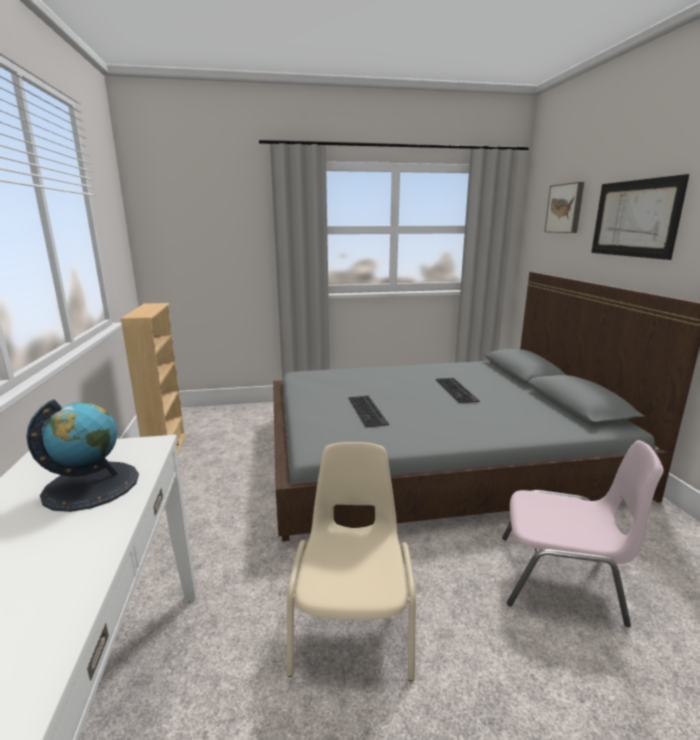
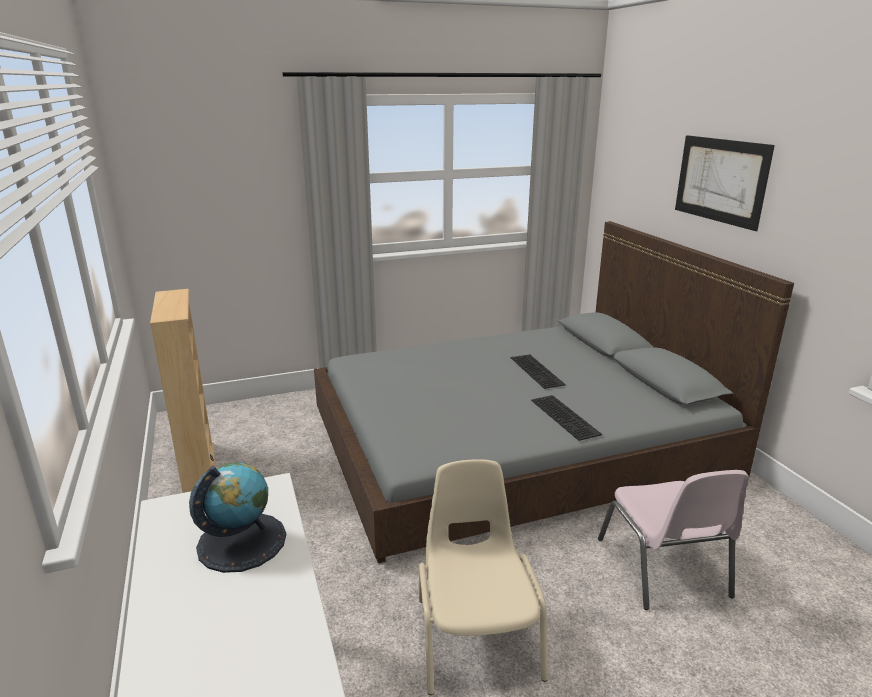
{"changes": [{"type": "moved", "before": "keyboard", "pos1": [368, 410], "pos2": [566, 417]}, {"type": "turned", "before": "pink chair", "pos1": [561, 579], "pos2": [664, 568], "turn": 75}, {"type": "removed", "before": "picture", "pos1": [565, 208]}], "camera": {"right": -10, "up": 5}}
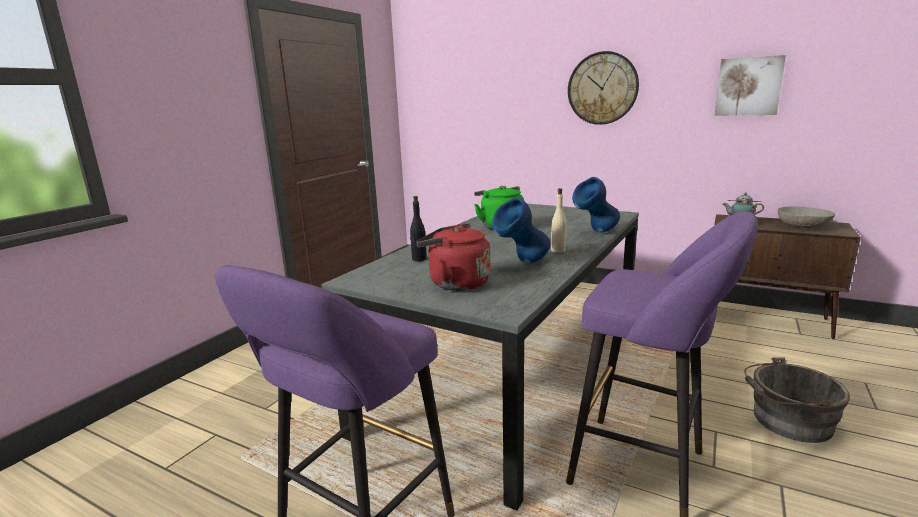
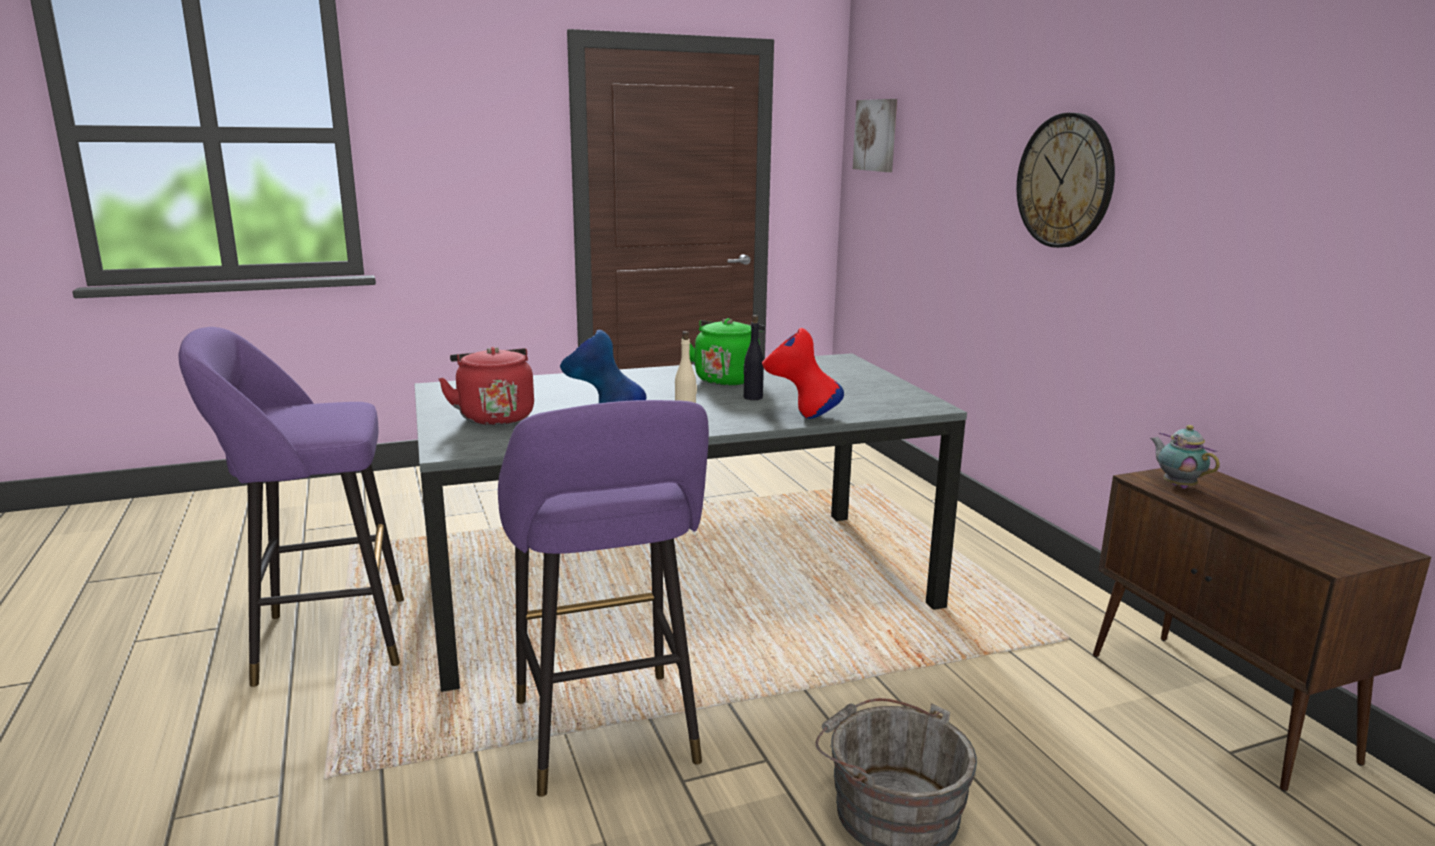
{"changes": [{"type": "moved", "before": "black bottle", "pos1": [419, 259], "pos2": [752, 397]}, {"type": "recoloured", "before": "blue vase", "after": "red vase", "pos1": [594, 232], "pos2": [800, 416]}, {"type": "moved", "before": "picture", "pos1": [748, 86], "pos2": [876, 135]}, {"type": "removed", "before": "grey bowl", "pos1": [803, 226]}], "camera": {"right": 40, "up": 0}}
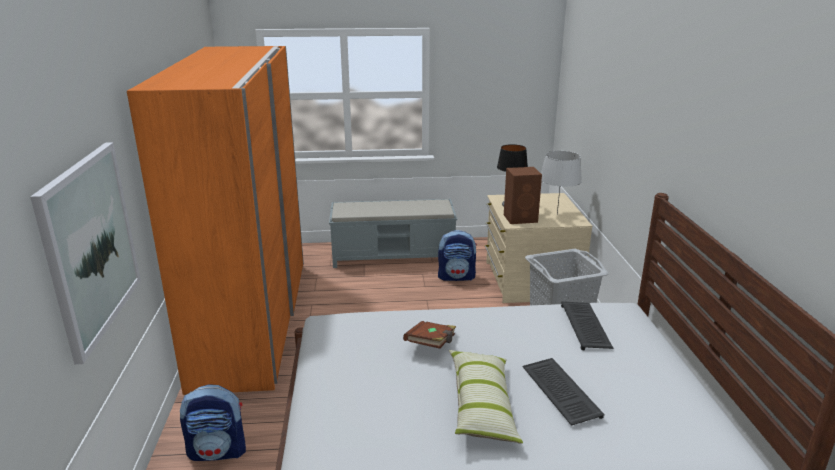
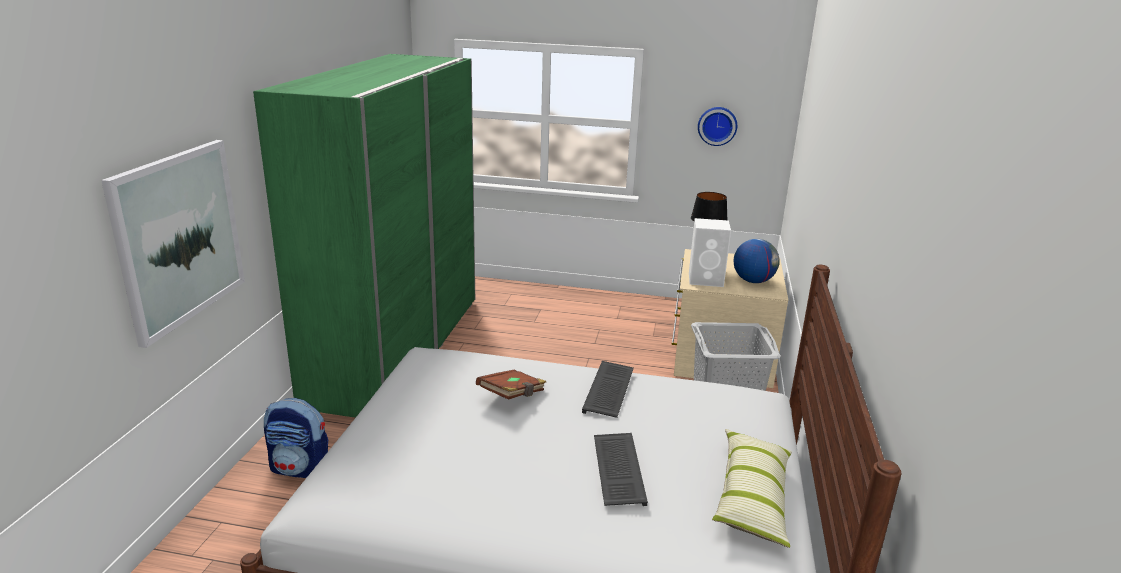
{"changes": [{"type": "recoloured", "before": "orange wardrobe", "after": "green wardrobe", "pos1": [252, 320], "pos2": [396, 348]}, {"type": "removed", "before": "grey bench", "pos1": [394, 256]}, {"type": "removed", "before": "backpack", "pos1": [456, 277]}, {"type": "moved", "before": "pillow", "pos1": [482, 405], "pos2": [752, 497]}, {"type": "recoloured", "before": "brown speaker", "after": "white speaker", "pos1": [521, 218], "pos2": [706, 280]}, {"type": "replaced", "before": "grey table lamp", "after": "globe", "pos1": [556, 214], "pos2": [753, 281]}, {"type": "moved", "before": "keyboard", "pos1": [586, 327], "pos2": [609, 391]}, {"type": "added", "after": "wall clock", "pos2": [717, 125]}], "camera": {"right": 15, "up": 0}}
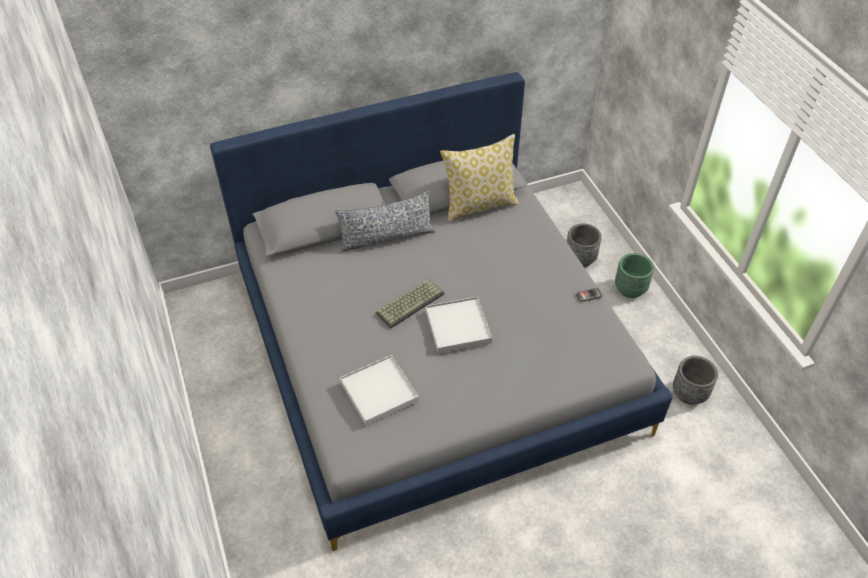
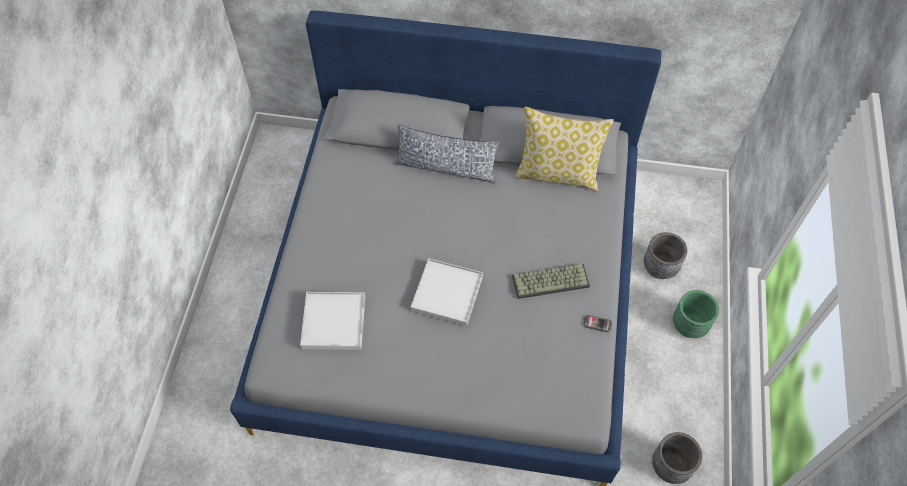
{"changes": [{"type": "moved", "before": "keyboard", "pos1": [410, 302], "pos2": [551, 280]}], "camera": {"right": 30, "up": 10}}
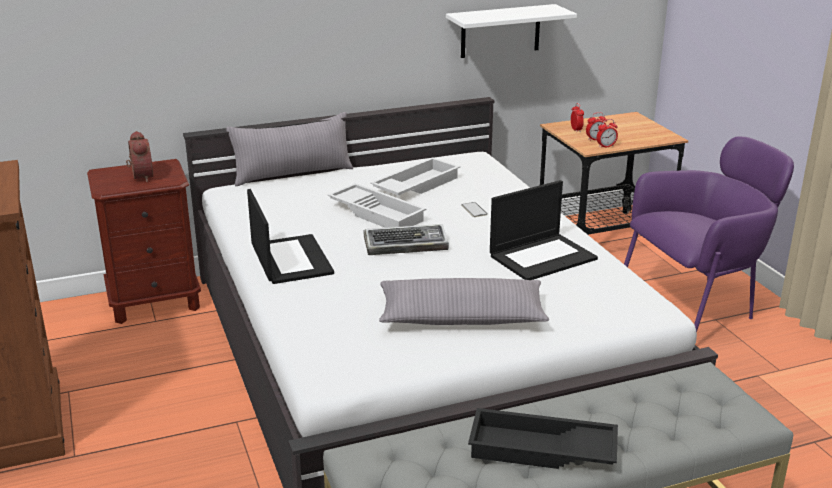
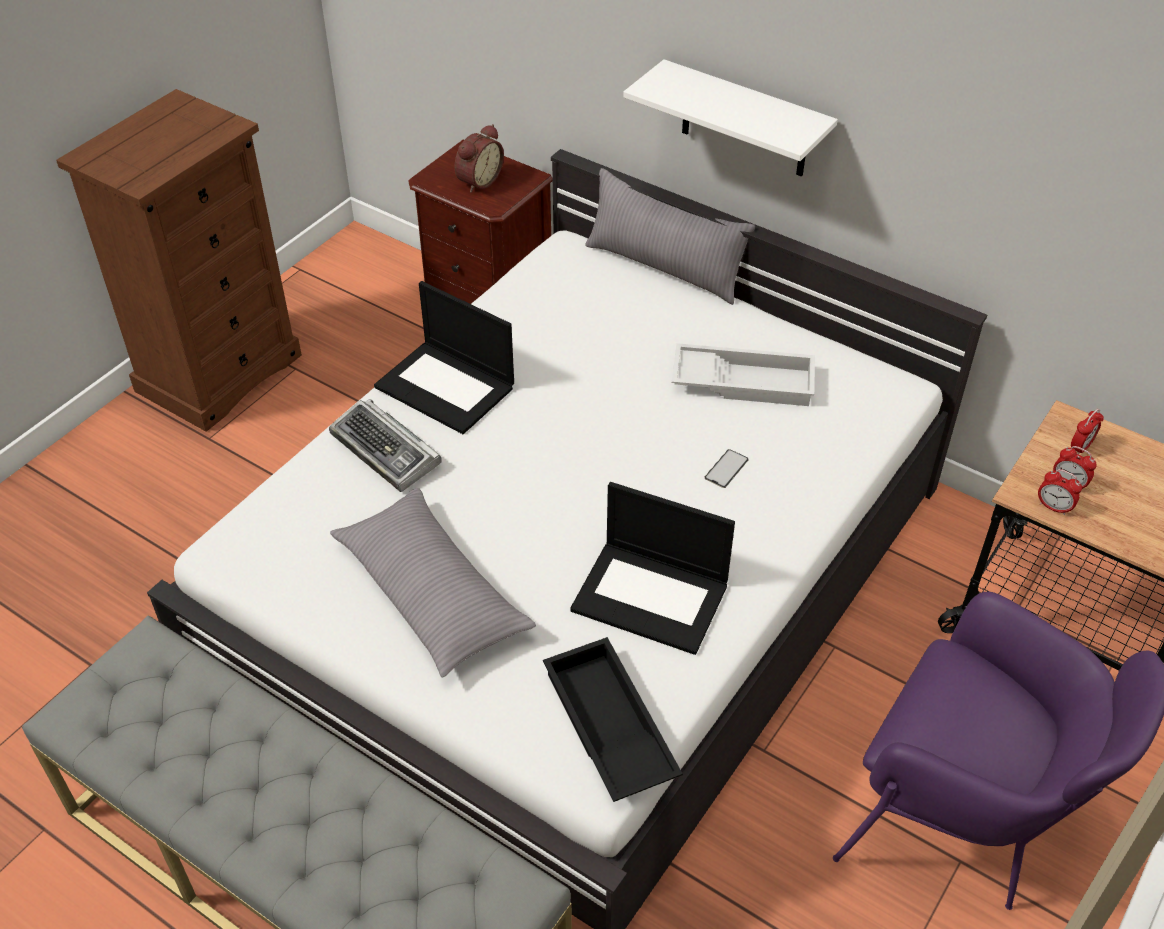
{"changes": [{"type": "turned", "before": "laptop", "pos1": [290, 259], "pos2": [447, 387], "turn": 90}, {"type": "removed", "before": "white tray", "pos1": [378, 213]}, {"type": "moved", "before": "keyboard", "pos1": [406, 245], "pos2": [387, 451]}, {"type": "moved", "before": "white shelf", "pos1": [500, 31], "pos2": [745, 121]}, {"type": "moved", "before": "black tray", "pos1": [541, 451], "pos2": [606, 727]}], "camera": {"right": 55, "up": 20}}
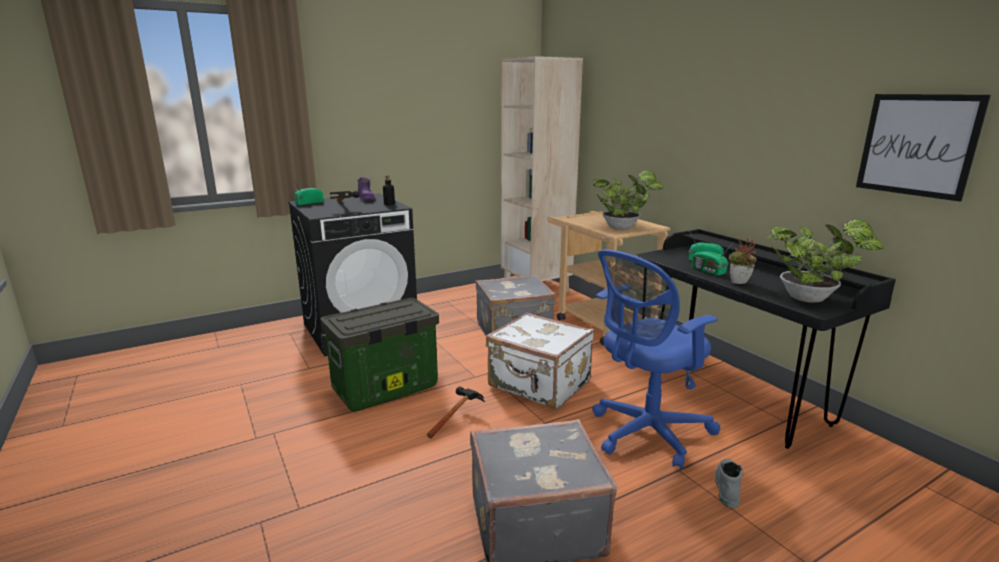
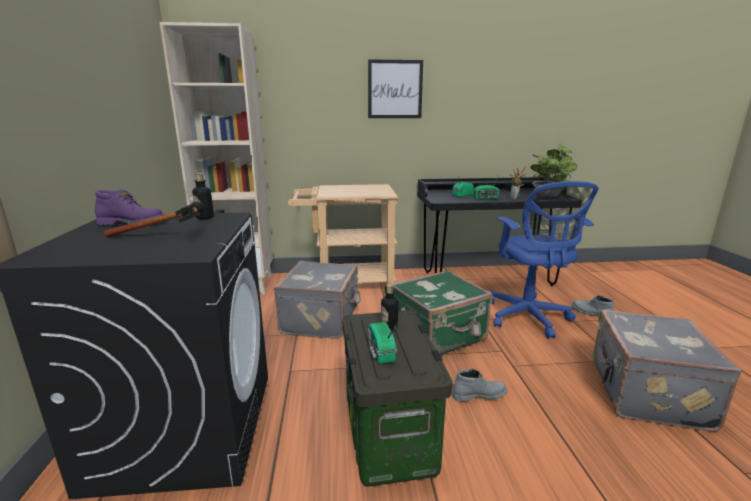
{"changes": [{"type": "moved", "before": "radio", "pos1": [308, 203], "pos2": [380, 352]}, {"type": "replaced", "before": "hammer", "after": "grey boot", "pos1": [457, 418], "pos2": [479, 395]}, {"type": "recoloured", "before": "white suitcase", "after": "green suitcase", "pos1": [539, 385], "pos2": [438, 336]}, {"type": "removed", "before": "potted plant", "pos1": [623, 228]}, {"type": "moved", "before": "picture", "pos1": [917, 145], "pos2": [395, 89]}, {"type": "added", "after": "bottle", "pos2": [389, 325]}], "camera": {"right": -65, "up": 0}}
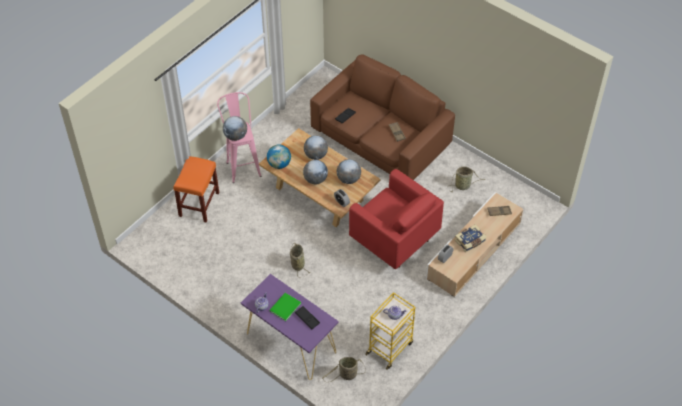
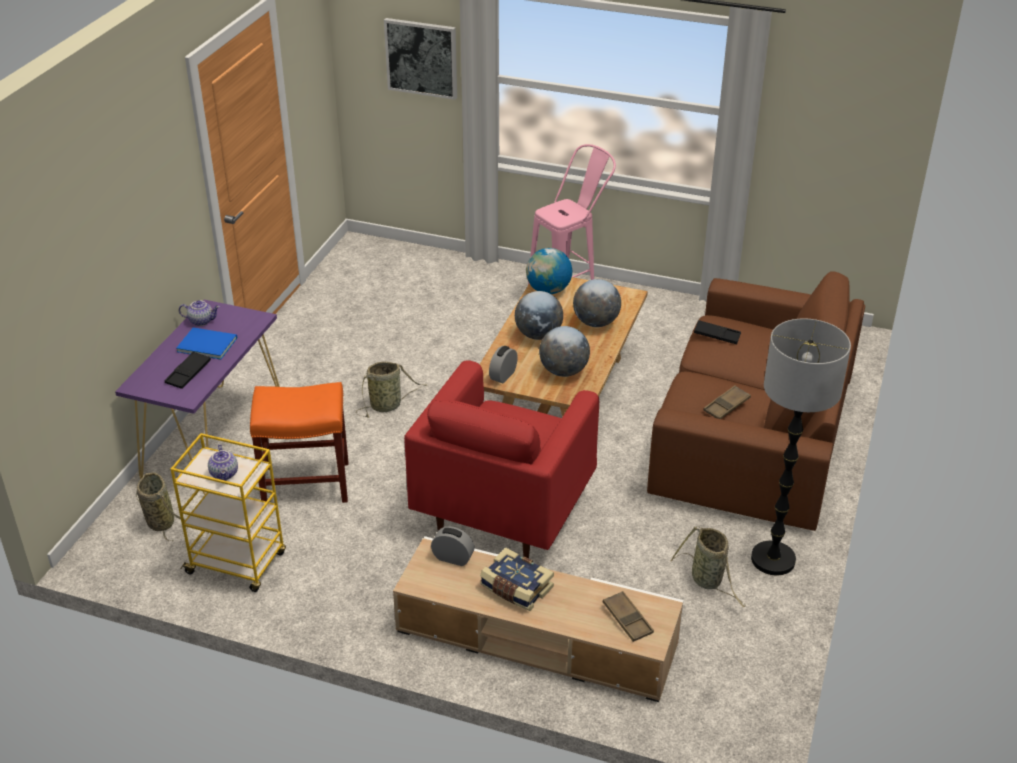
{"changes": [{"type": "moved", "before": "orange stool", "pos1": [199, 204], "pos2": [307, 483]}, {"type": "removed", "before": "globe", "pos1": [235, 136]}, {"type": "recoloured", "before": "green book", "after": "blue book", "pos1": [284, 307], "pos2": [206, 344]}, {"type": "added", "after": "picture", "pos2": [421, 58]}, {"type": "added", "after": "floor lamp", "pos2": [773, 560]}], "camera": {"right": 70, "up": -15}}
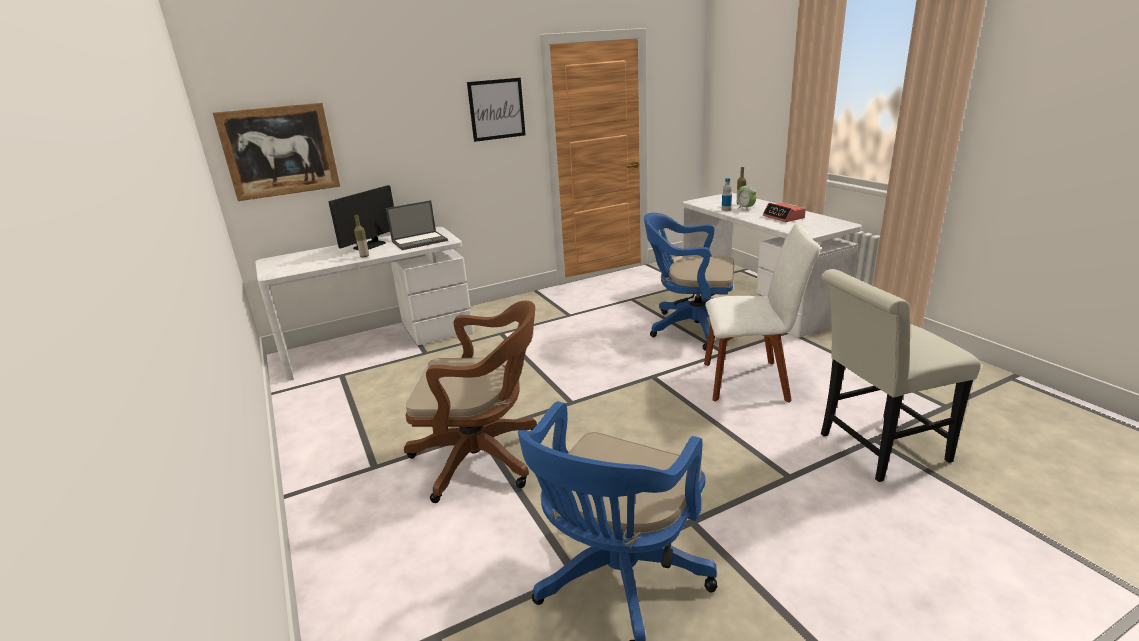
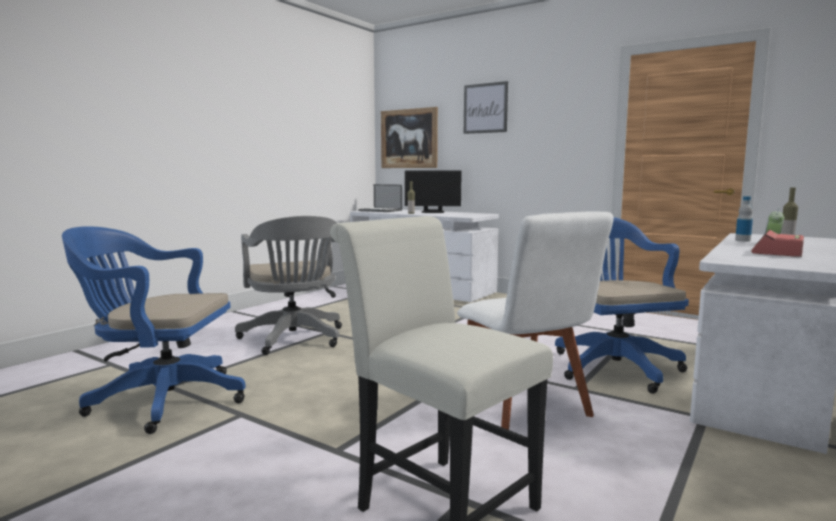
{"changes": [{"type": "moved", "before": "laptop", "pos1": [420, 241], "pos2": [381, 210]}, {"type": "recoloured", "before": "brown office chair", "after": "grey office chair", "pos1": [484, 459], "pos2": [294, 339]}, {"type": "moved", "before": "picture", "pos1": [496, 109], "pos2": [485, 108]}], "camera": {"right": 60, "up": -15}}
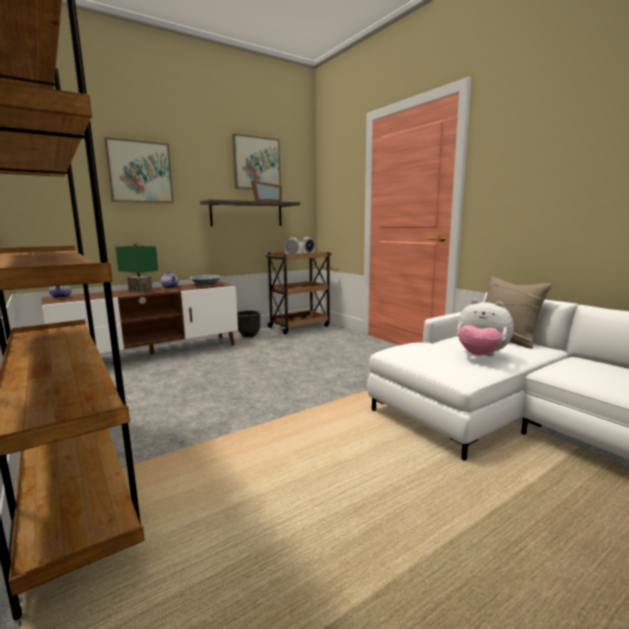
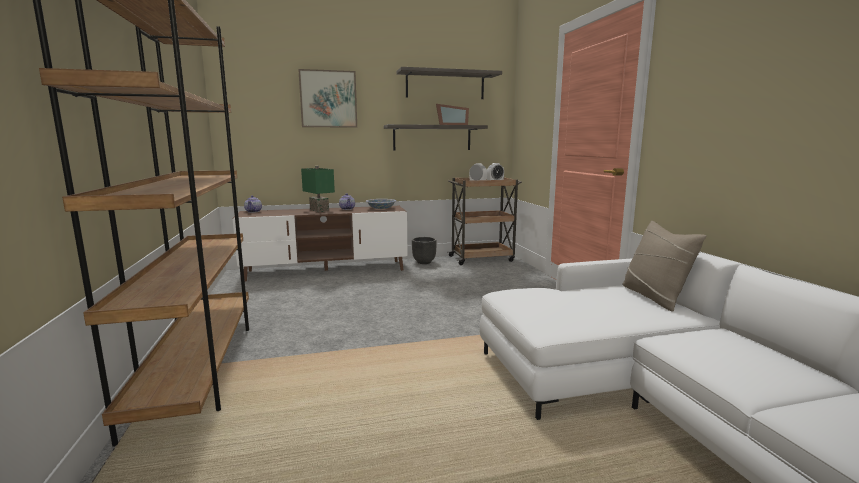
{"changes": [{"type": "replaced", "before": "picture", "after": "shelf", "pos1": [256, 163], "pos2": [445, 85]}, {"type": "removed", "before": "plush toy", "pos1": [480, 356]}], "camera": {"right": 20, "up": 0}}
